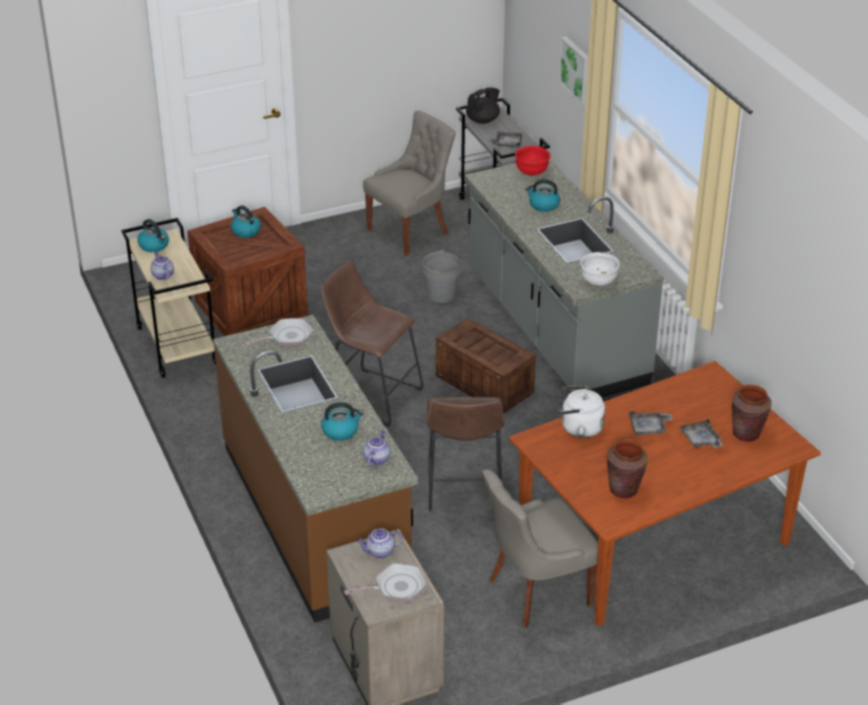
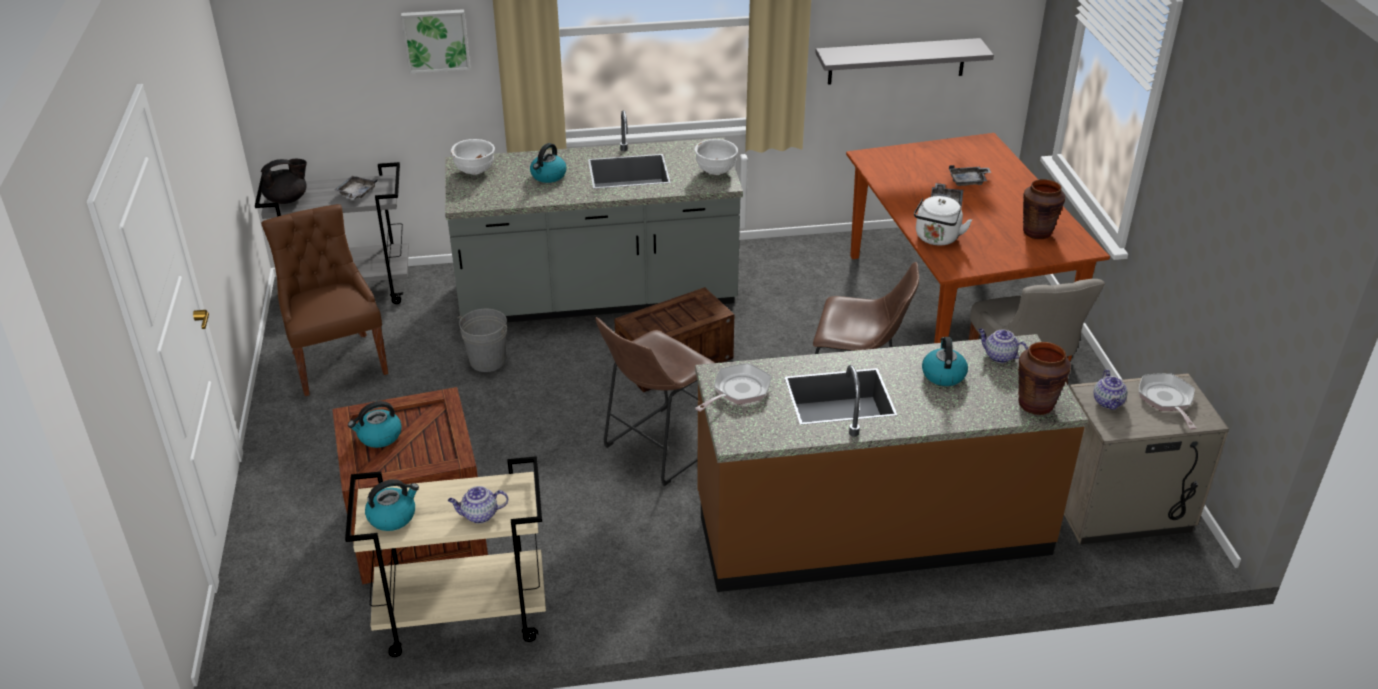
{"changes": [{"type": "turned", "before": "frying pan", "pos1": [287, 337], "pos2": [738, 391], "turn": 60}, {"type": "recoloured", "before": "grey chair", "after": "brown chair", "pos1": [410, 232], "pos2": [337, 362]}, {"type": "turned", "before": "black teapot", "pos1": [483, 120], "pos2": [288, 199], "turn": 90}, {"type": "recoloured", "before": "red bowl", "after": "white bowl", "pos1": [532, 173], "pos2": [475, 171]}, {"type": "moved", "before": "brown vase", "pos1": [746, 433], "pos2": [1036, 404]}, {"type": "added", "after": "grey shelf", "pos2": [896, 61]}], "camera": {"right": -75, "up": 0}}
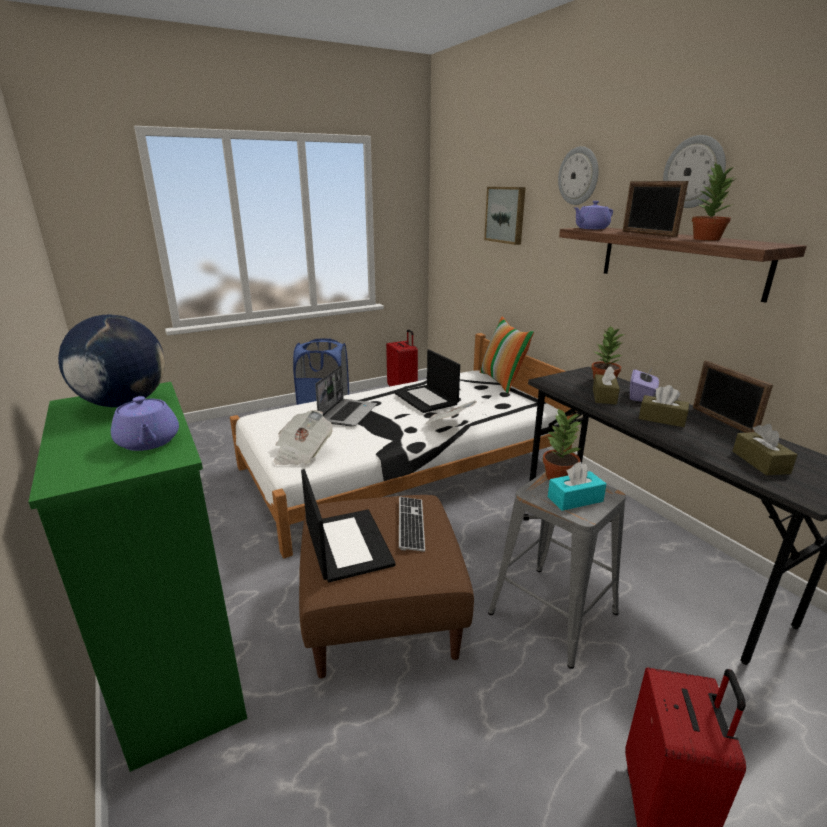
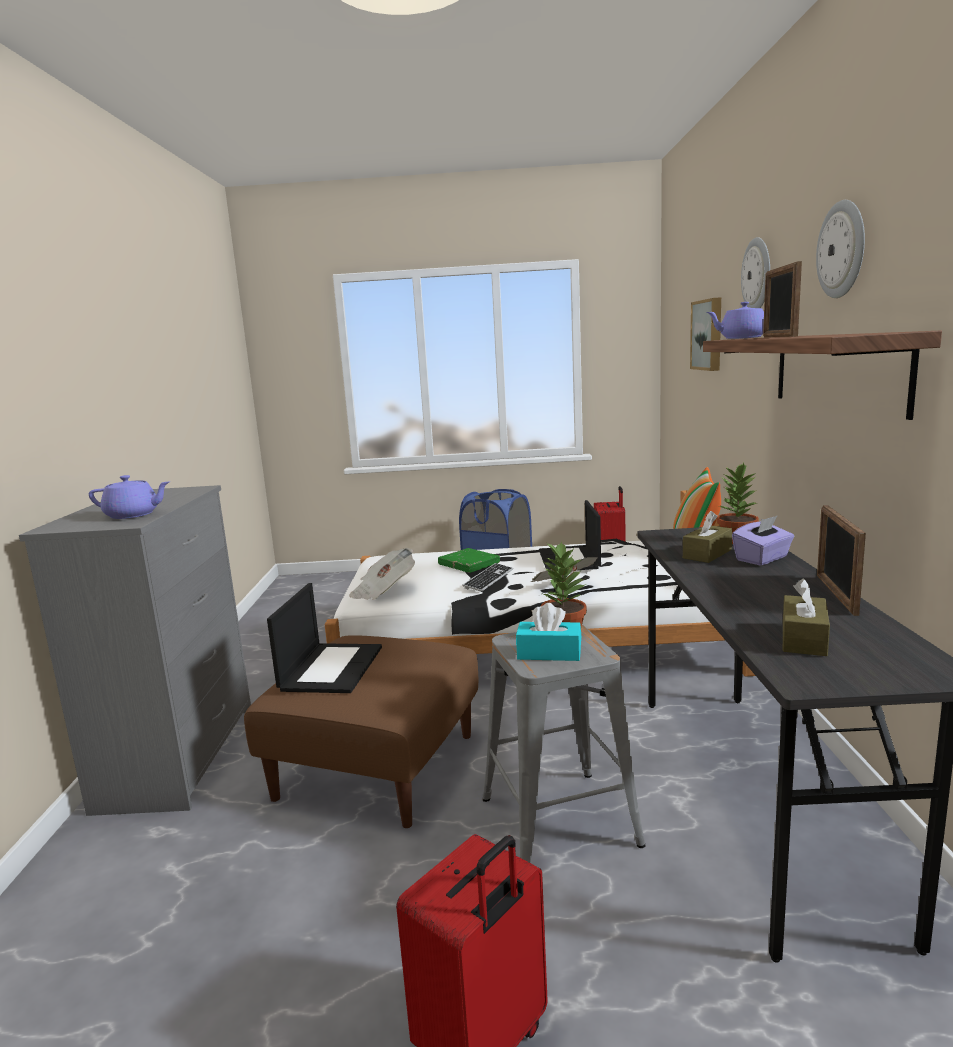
{"changes": [{"type": "recoloured", "before": "green dresser", "after": "grey dresser", "pos1": [179, 664], "pos2": [181, 755]}, {"type": "removed", "before": "globe", "pos1": [124, 403]}, {"type": "turned", "before": "purple teapot", "pos1": [148, 442], "pos2": [133, 515], "turn": -90}, {"type": "replaced", "before": "laptop", "after": "green book", "pos1": [348, 413], "pos2": [469, 564]}, {"type": "moved", "before": "keyboard", "pos1": [411, 524], "pos2": [489, 579]}, {"type": "removed", "before": "brown tissue box", "pos1": [661, 419]}, {"type": "removed", "before": "potted plant", "pos1": [705, 239]}], "camera": {"right": 30, "up": -10}}
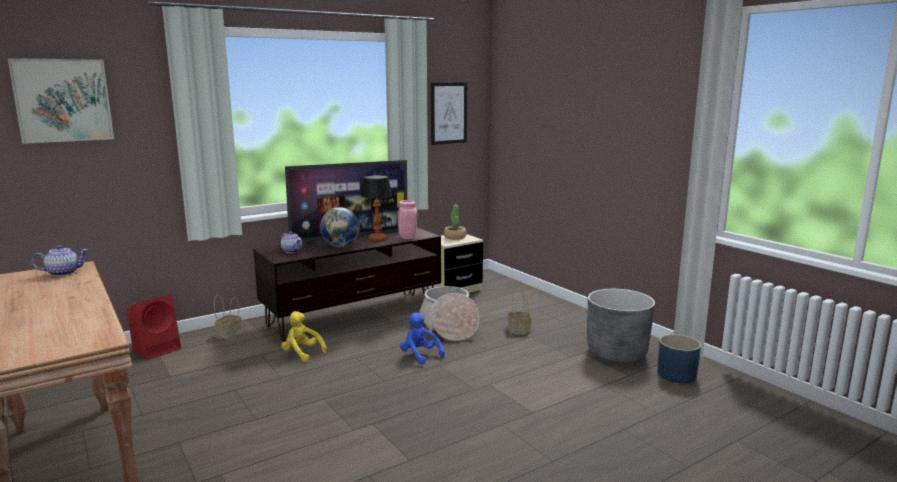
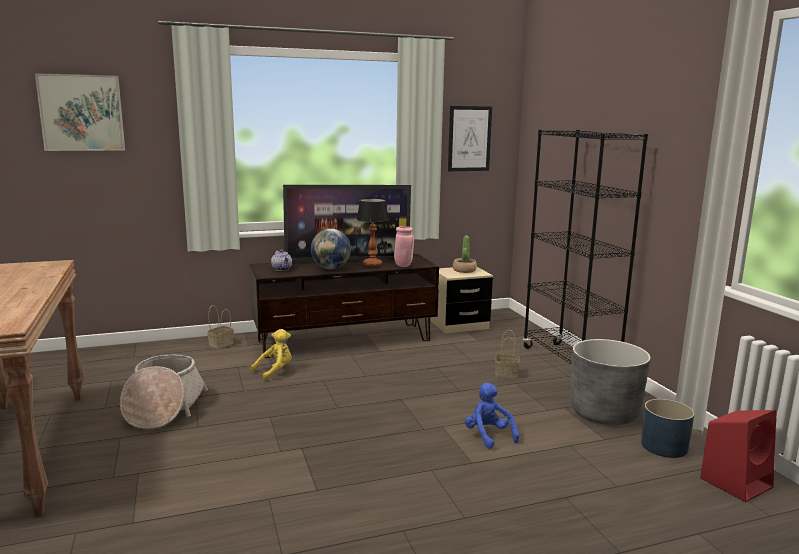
{"changes": [{"type": "removed", "before": "teapot", "pos1": [63, 273]}, {"type": "moved", "before": "red speaker", "pos1": [158, 349], "pos2": [736, 482]}, {"type": "turned", "before": "yellow plush toy", "pos1": [302, 354], "pos2": [275, 371], "turn": 90}, {"type": "moved", "before": "blue plush toy", "pos1": [420, 355], "pos2": [488, 435]}, {"type": "moved", "before": "basket", "pos1": [448, 327], "pos2": [163, 408]}, {"type": "added", "after": "black bookcase", "pos2": [569, 364]}], "camera": {"right": 15, "up": 0}}
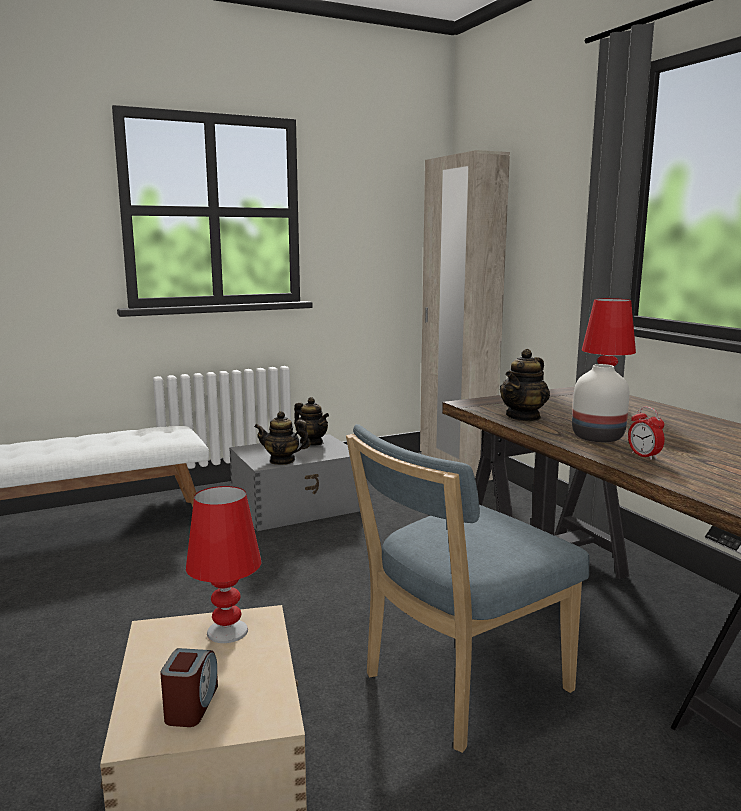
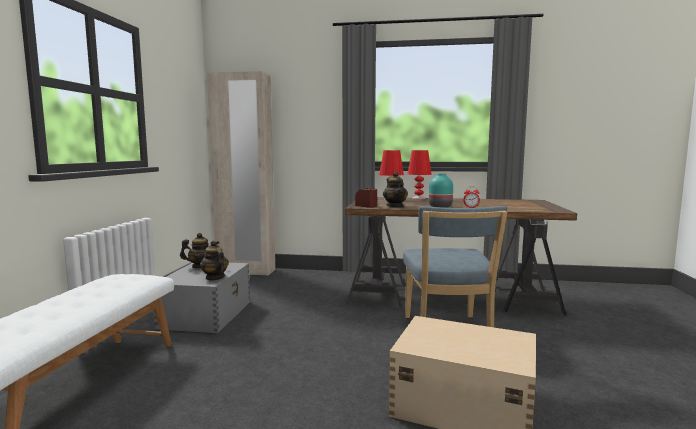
{"changes": [{"type": "moved", "before": "alarm clock", "pos1": [191, 705], "pos2": [366, 206]}, {"type": "moved", "before": "red table lamp", "pos1": [227, 631], "pos2": [418, 198]}, {"type": "turned", "before": "teapot", "pos1": [282, 461], "pos2": [214, 278], "turn": 105}, {"type": "recoloured", "before": "white vase", "after": "turquoise vase", "pos1": [599, 437], "pos2": [441, 206]}], "camera": {"right": -55, "up": -5}}
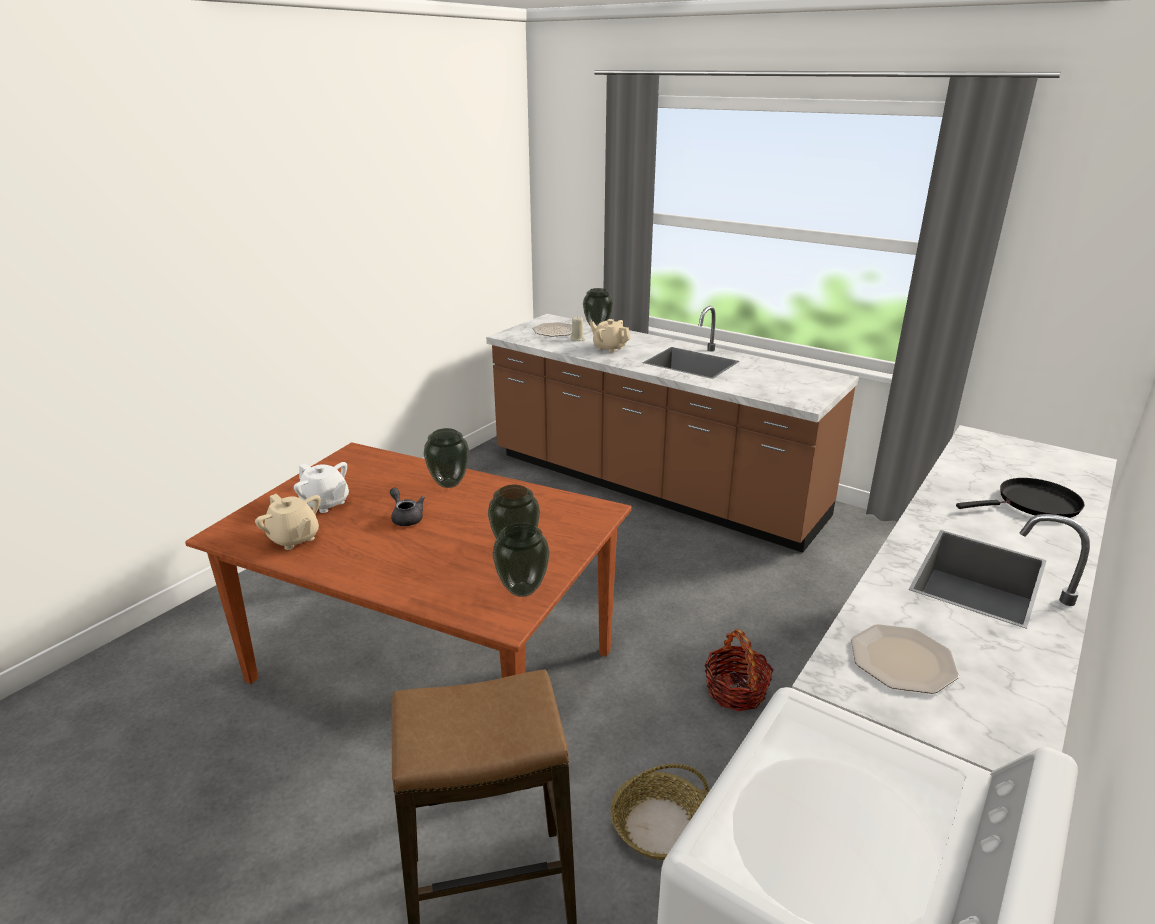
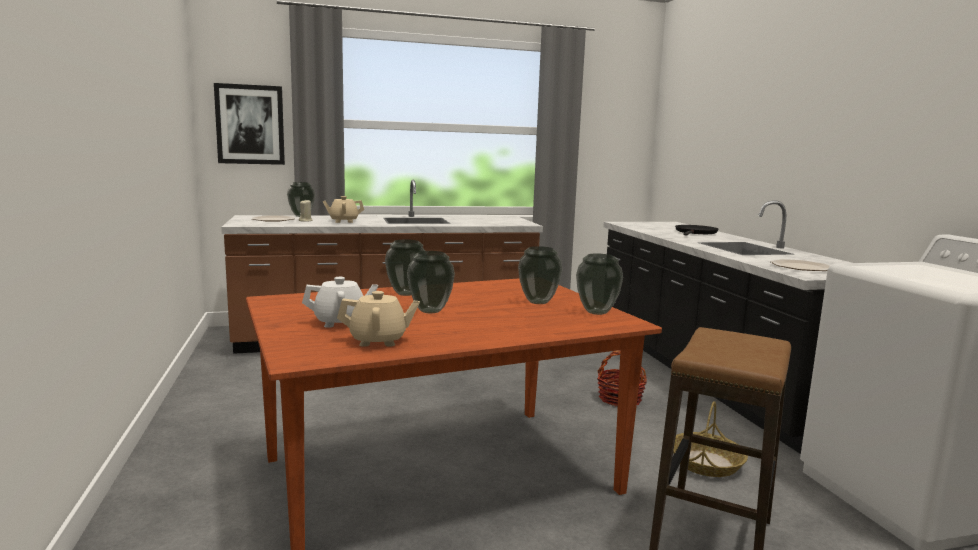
{"changes": [{"type": "replaced", "before": "grey teapot", "after": "vase", "pos1": [406, 517], "pos2": [429, 311]}, {"type": "added", "after": "picture", "pos2": [250, 124]}], "camera": {"right": -50, "up": -15}}
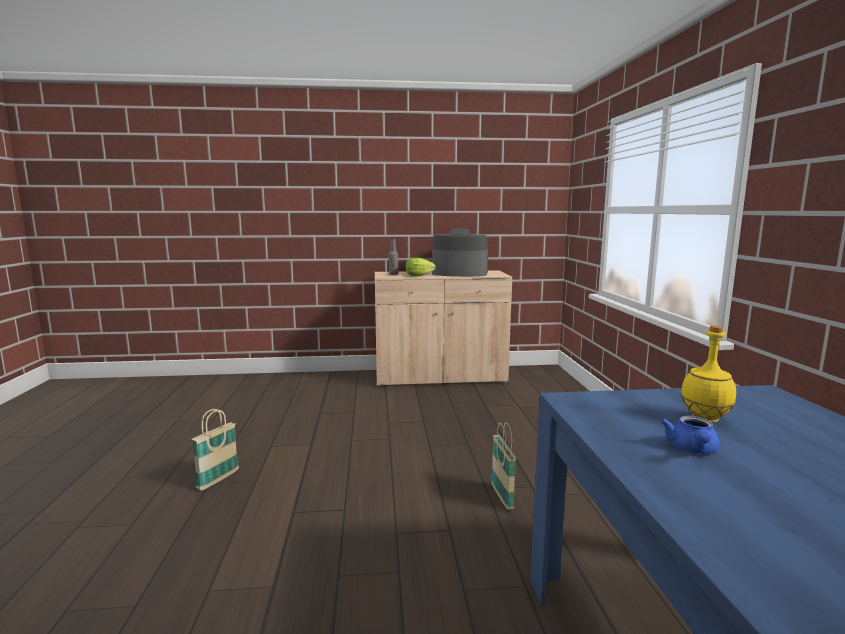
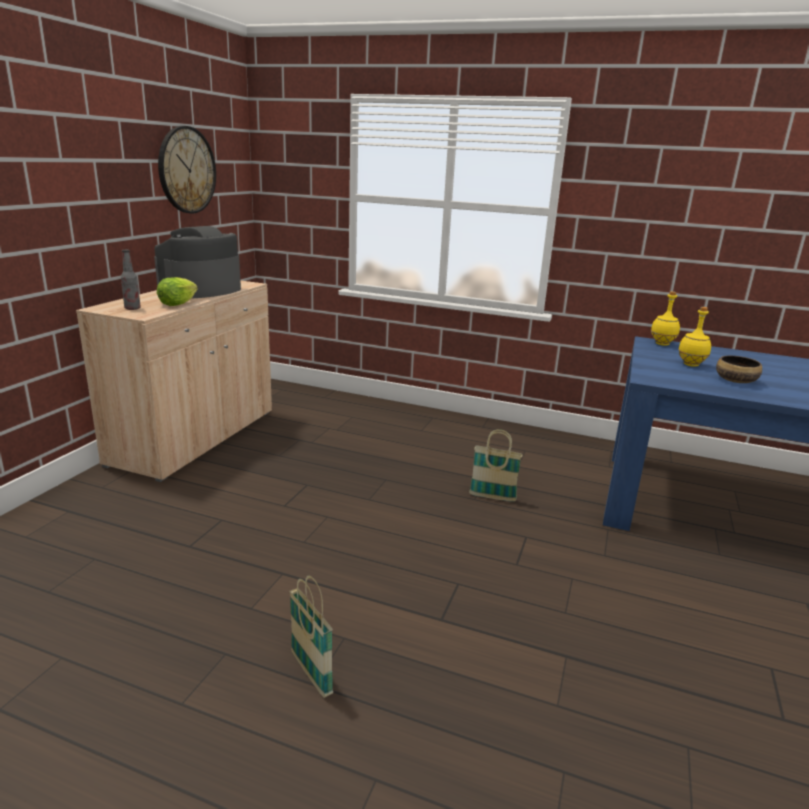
{"changes": [{"type": "replaced", "before": "blue teapot", "after": "bowl", "pos1": [692, 450], "pos2": [736, 380]}, {"type": "added", "after": "wall clock", "pos2": [186, 170]}, {"type": "added", "after": "yellow bottle", "pos2": [662, 344]}], "camera": {"right": -65, "up": 10}}
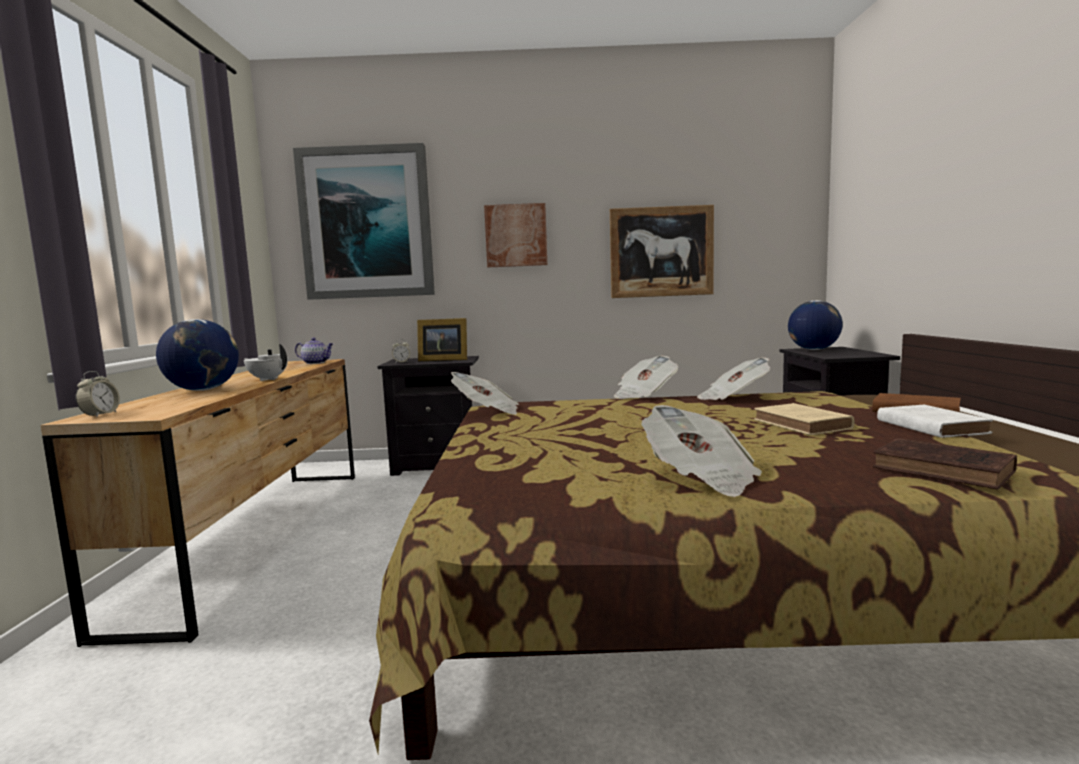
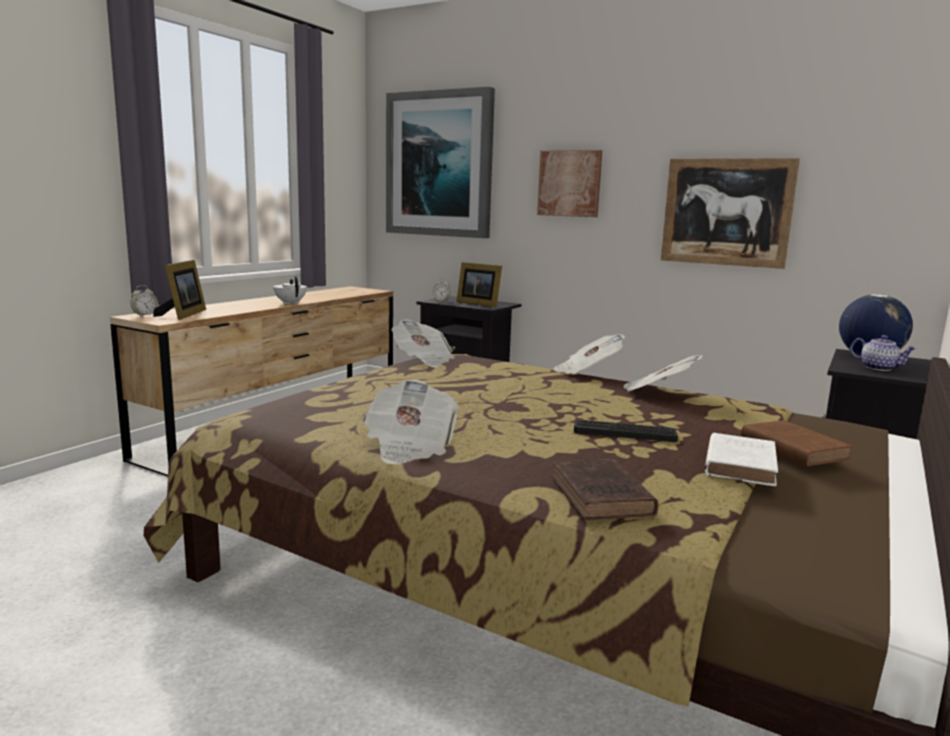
{"changes": [{"type": "removed", "before": "globe", "pos1": [203, 390]}, {"type": "moved", "before": "teapot", "pos1": [316, 363], "pos2": [879, 368]}, {"type": "replaced", "before": "beige book", "after": "keyboard", "pos1": [803, 425], "pos2": [624, 431]}, {"type": "added", "after": "picture frame", "pos2": [183, 314]}], "camera": {"right": 30, "up": 5}}
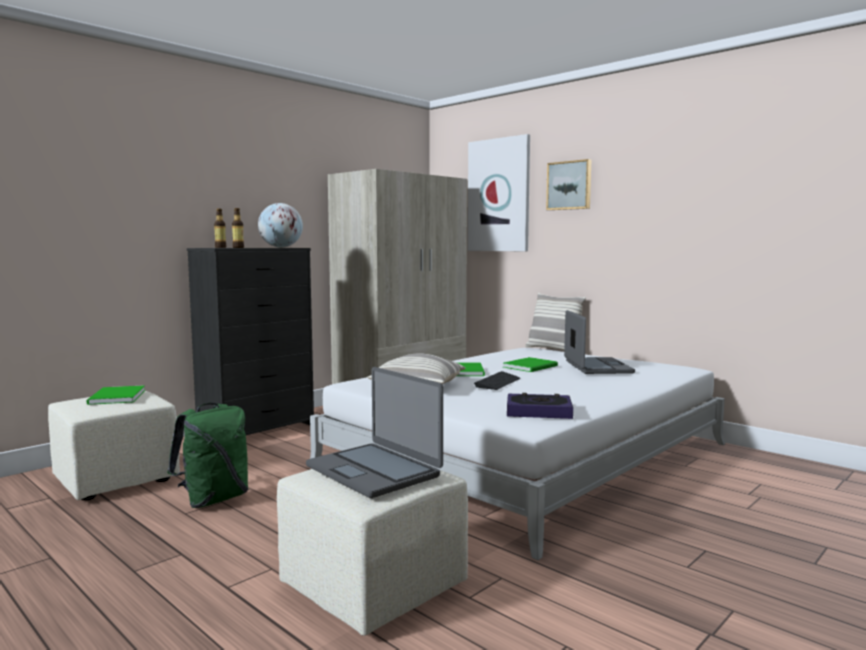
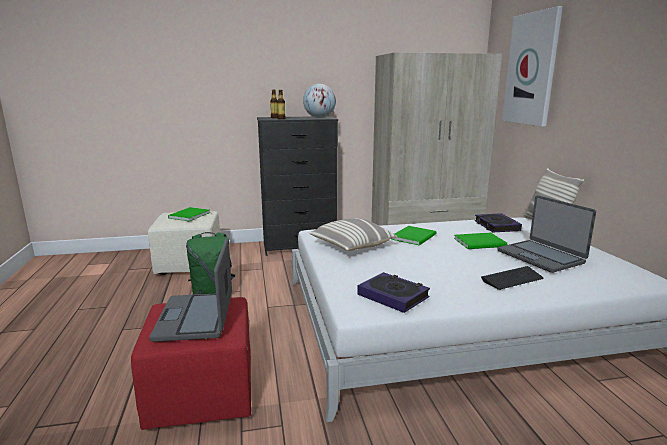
{"changes": [{"type": "recoloured", "before": "beige ottoman", "after": "red ottoman", "pos1": [375, 588], "pos2": [203, 395]}, {"type": "moved", "before": "keyboard", "pos1": [497, 382], "pos2": [512, 279]}, {"type": "removed", "before": "picture", "pos1": [569, 185]}, {"type": "turned", "before": "laptop", "pos1": [596, 367], "pos2": [541, 256], "turn": 120}, {"type": "added", "after": "book", "pos2": [496, 226]}], "camera": {"right": 35, "up": 10}}
